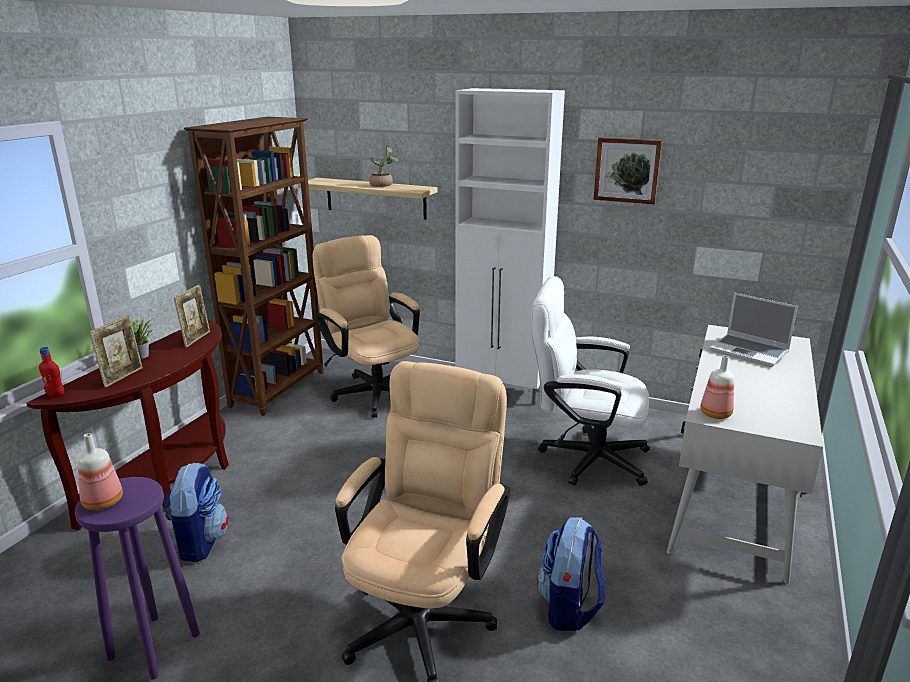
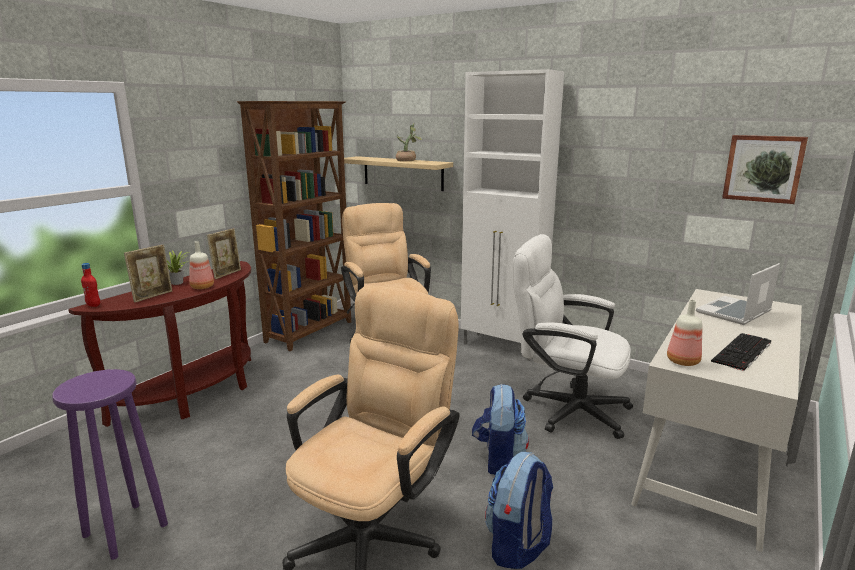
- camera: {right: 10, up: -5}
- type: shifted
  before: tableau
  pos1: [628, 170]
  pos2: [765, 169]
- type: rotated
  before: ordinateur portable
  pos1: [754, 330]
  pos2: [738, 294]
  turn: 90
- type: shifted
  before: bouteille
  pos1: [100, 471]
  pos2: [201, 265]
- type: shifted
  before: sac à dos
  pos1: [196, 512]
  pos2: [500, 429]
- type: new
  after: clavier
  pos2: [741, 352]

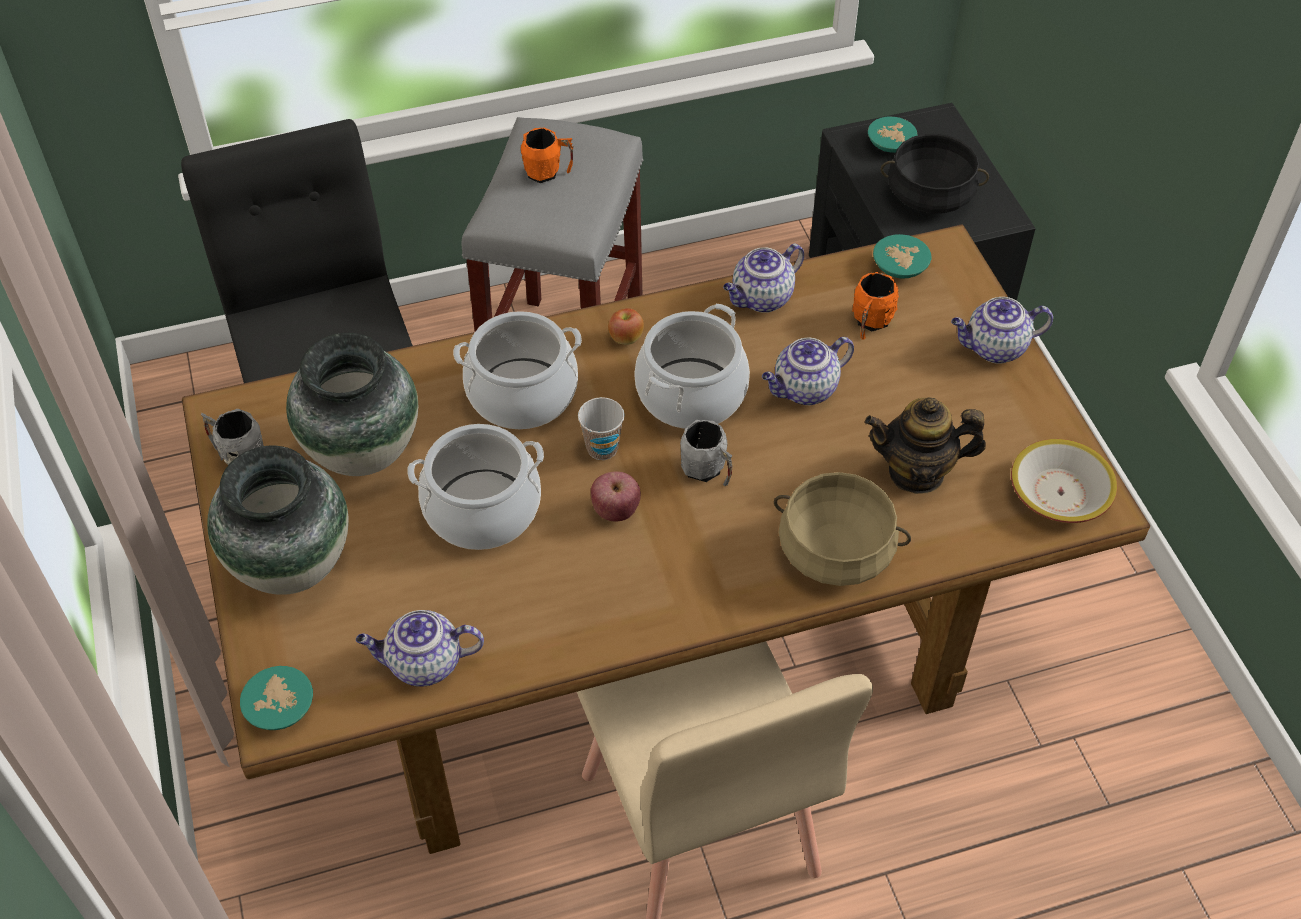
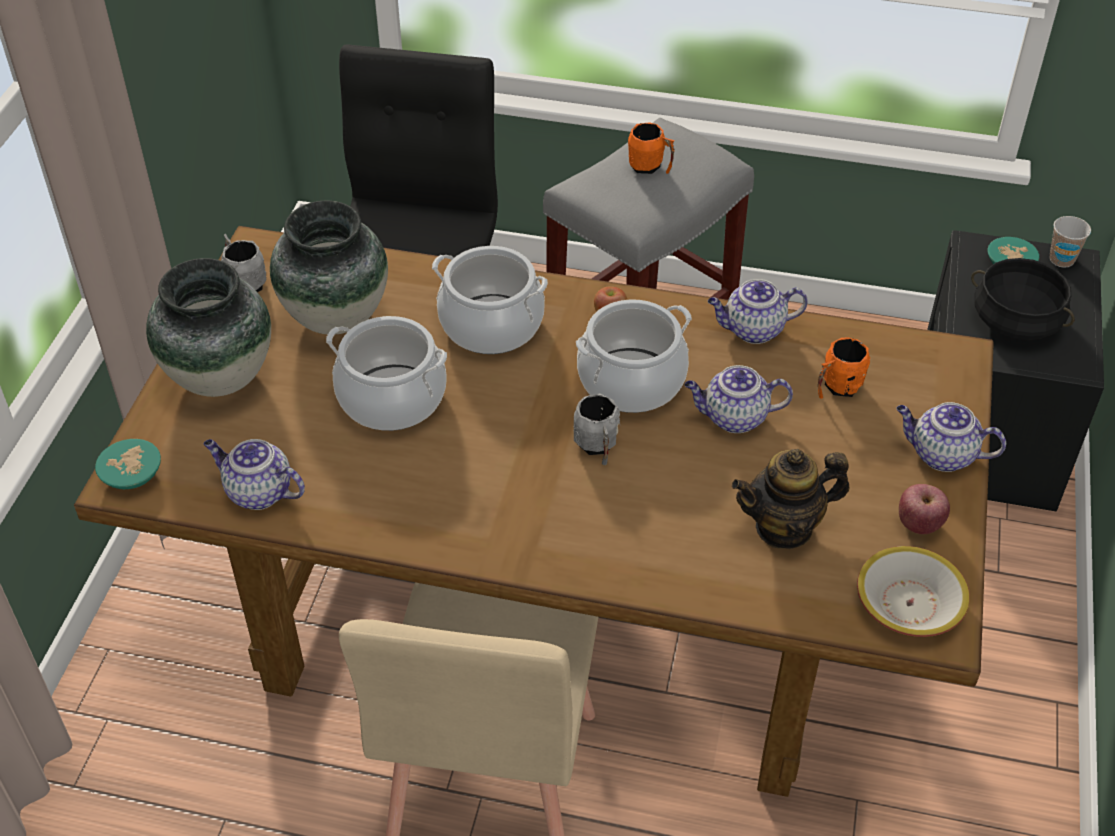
- camera: {right: 30, up: -5}
- type: gone
  before: bol [turquoise]
  pos1: [902, 256]
- type: shifted
  before: tasse
  pos1: [601, 428]
  pos2: [1070, 242]
- type: rotated
  before: théière
  pos1: [925, 445]
  pos2: [791, 499]
  turn: -45
- type: shifted
  before: pomme
  pos1: [616, 496]
  pos2: [924, 509]
- type: gone
  before: marmite [beige]
  pos1: [842, 529]

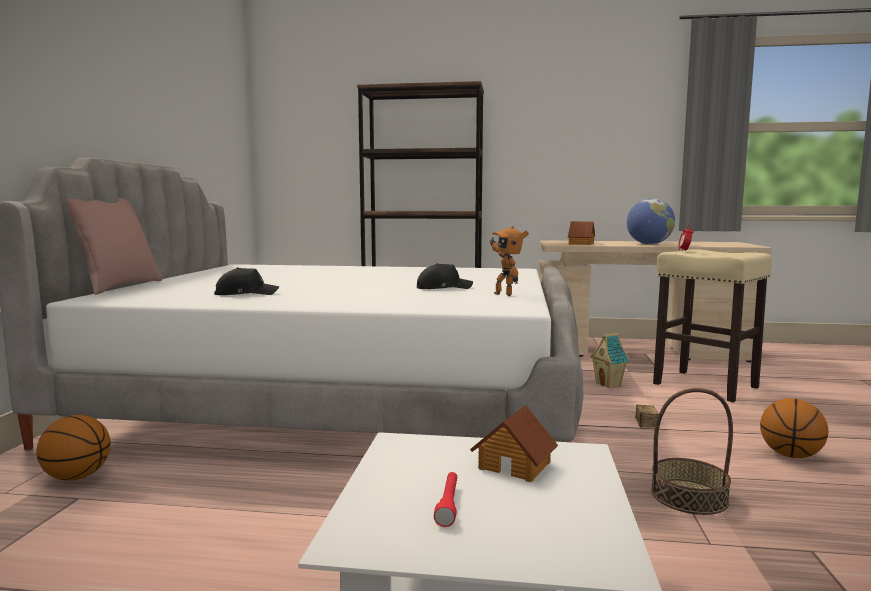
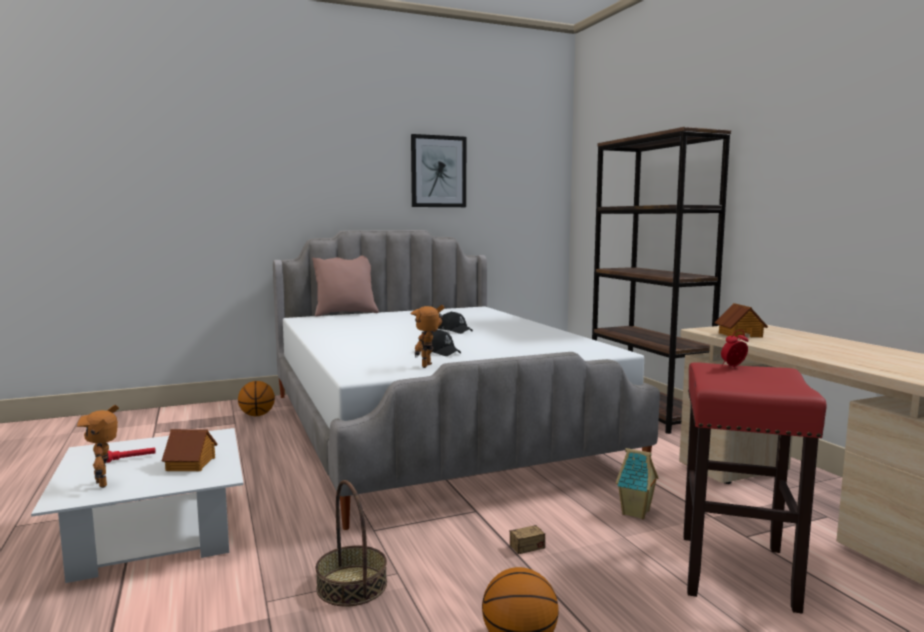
- camera: {right: 60, up: 0}
- type: gone
  before: globe
  pos1: [651, 221]
- type: repainted
  before: tabouret [beige]
  after: tabouret [rouge]
  pos1: [712, 325]
  pos2: [755, 488]
- type: shifted
  before: casquette [noir]
  pos1: [246, 281]
  pos2: [455, 322]
- type: new
  after: tableau
  pos2: [438, 170]
- type: new
  after: robot jouet
  pos2: [98, 446]

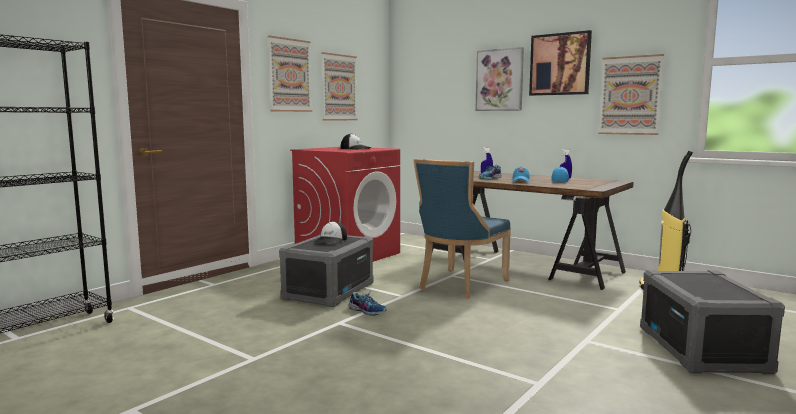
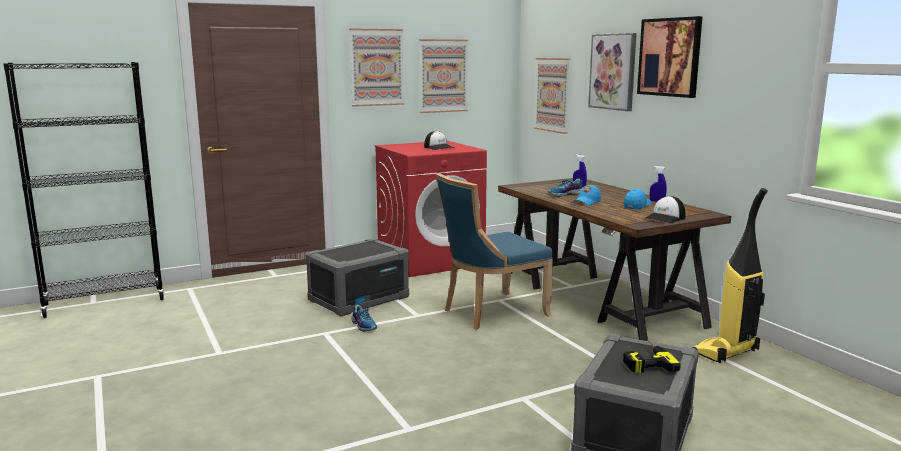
- camera: {right: 25, up: 5}
- type: shifted
  before: tableau
  pos1: [631, 94]
  pos2: [552, 96]
- type: shifted
  before: casquette
  pos1: [330, 232]
  pos2: [665, 209]
- type: new
  after: perceuse
  pos2: [652, 356]

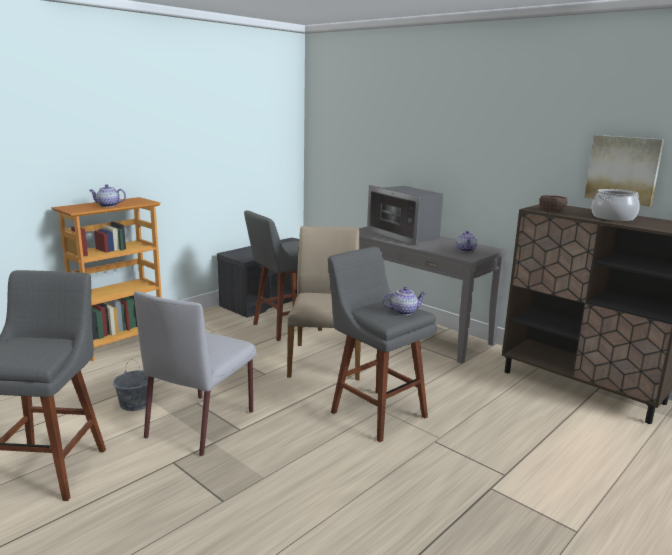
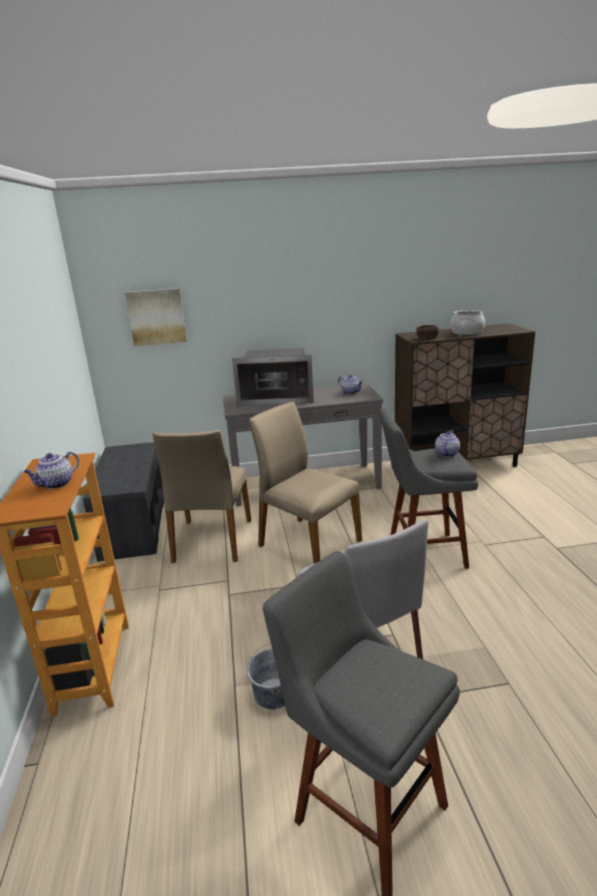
- camera: {right: -50, up: 5}
- type: shifted
  before: tableau
  pos1: [624, 170]
  pos2: [156, 317]
- type: swapped
  before: tabouret [gris]
  after: chaise [beige]
  pos1: [283, 276]
  pos2: [202, 496]

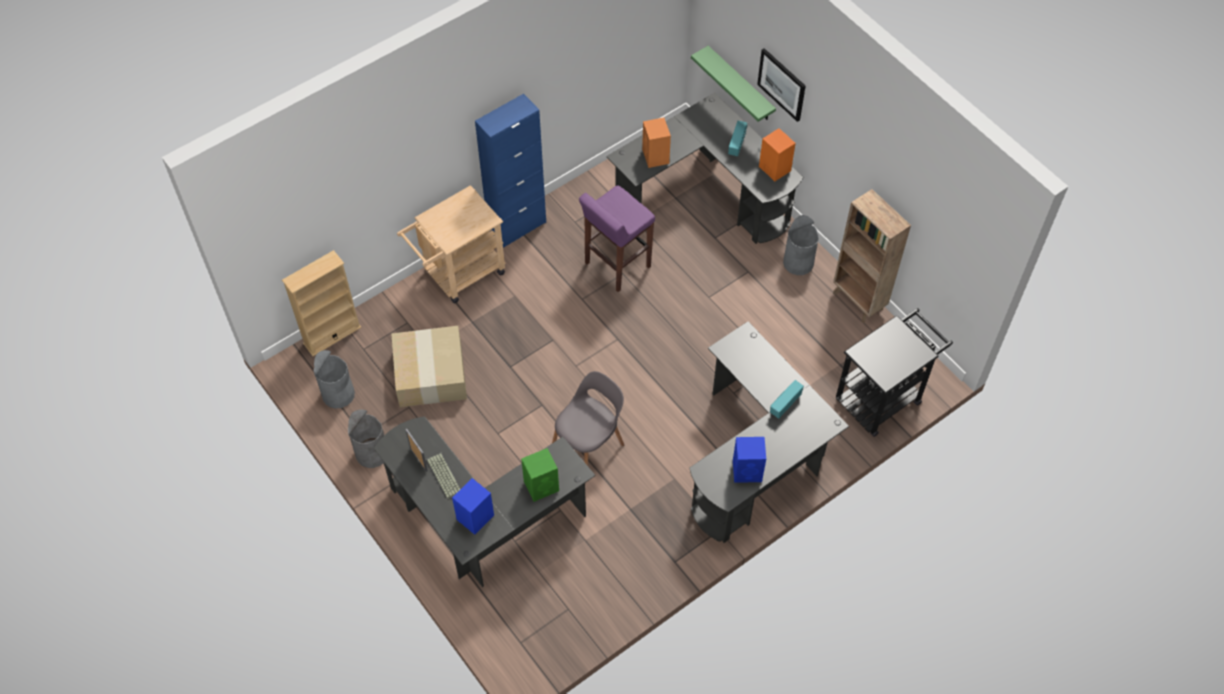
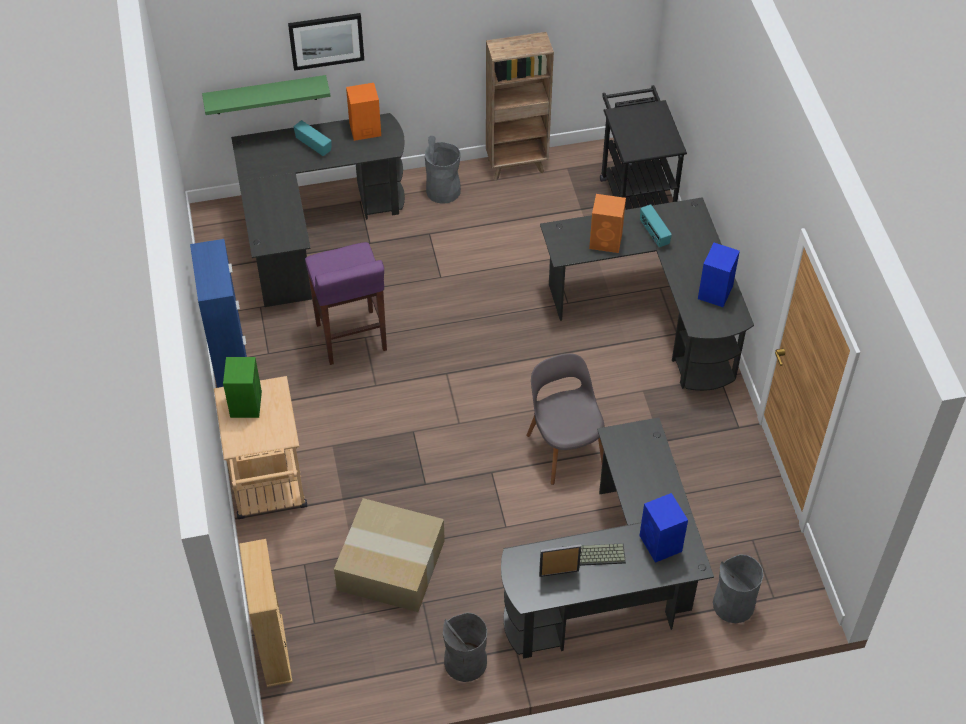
- camera: {right: -65, up: -5}
- type: shifted
  before: enceinte [orange]
  pos1: [656, 142]
  pos2: [607, 223]
- type: shifted
  before: poubelle [gris]
  pos1: [334, 379]
  pos2: [738, 588]
- type: shifted
  before: enceinte [vert]
  pos1: [540, 475]
  pos2: [242, 387]

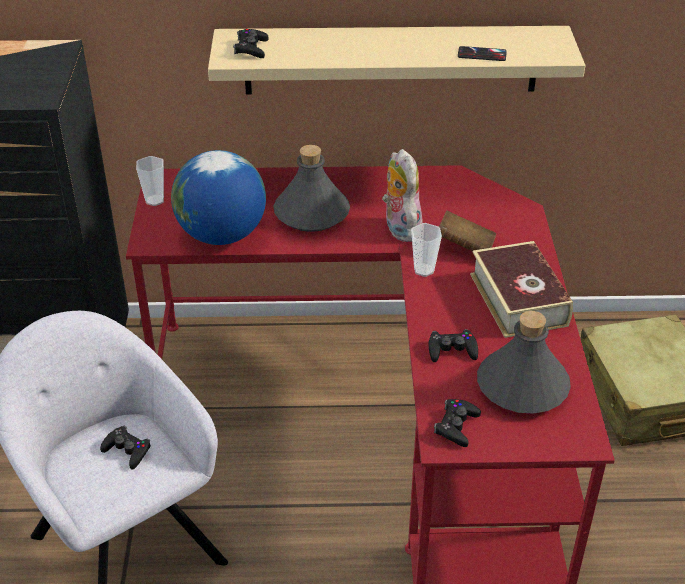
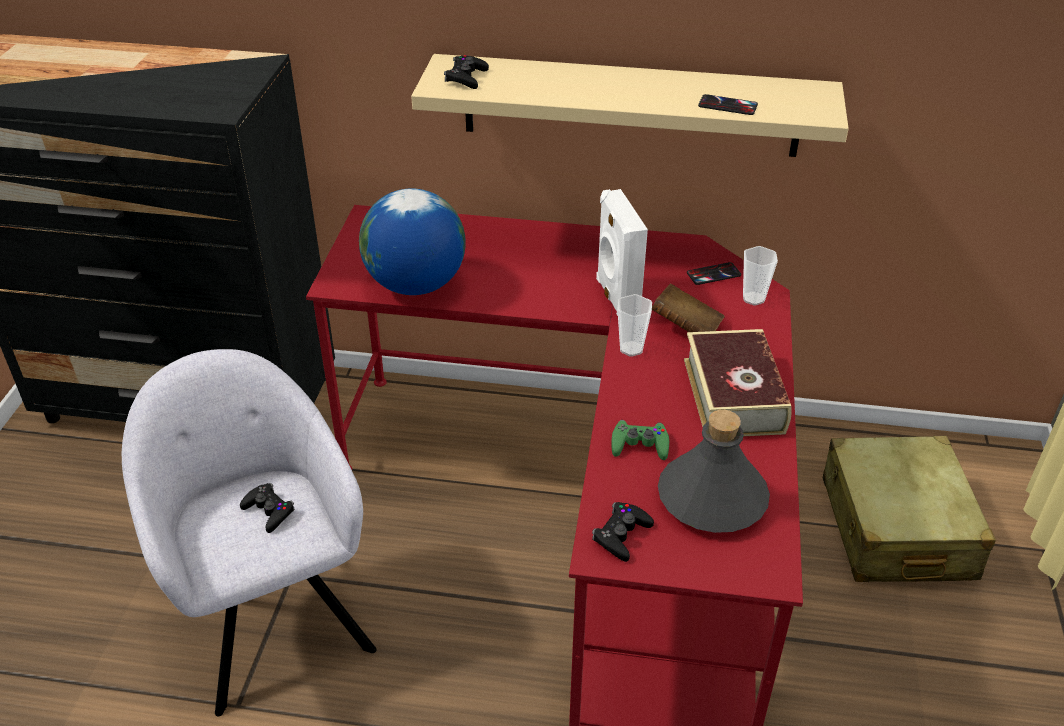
- camera: {right: 10, up: 0}
- type: gone
  before: bouteille [gris]
  pos1: [311, 188]
- type: swapped
  before: peluche
  after: enceinte [blanc]
  pos1: [402, 195]
  pos2: [622, 252]
- type: shifted
  before: tasse
  pos1: [150, 181]
  pos2: [760, 275]
- type: repainted
  before: manette [noir]
  after: manette [vert]
  pos1: [453, 345]
  pos2: [640, 440]
- type: new
  after: téléphone
  pos2: [714, 273]

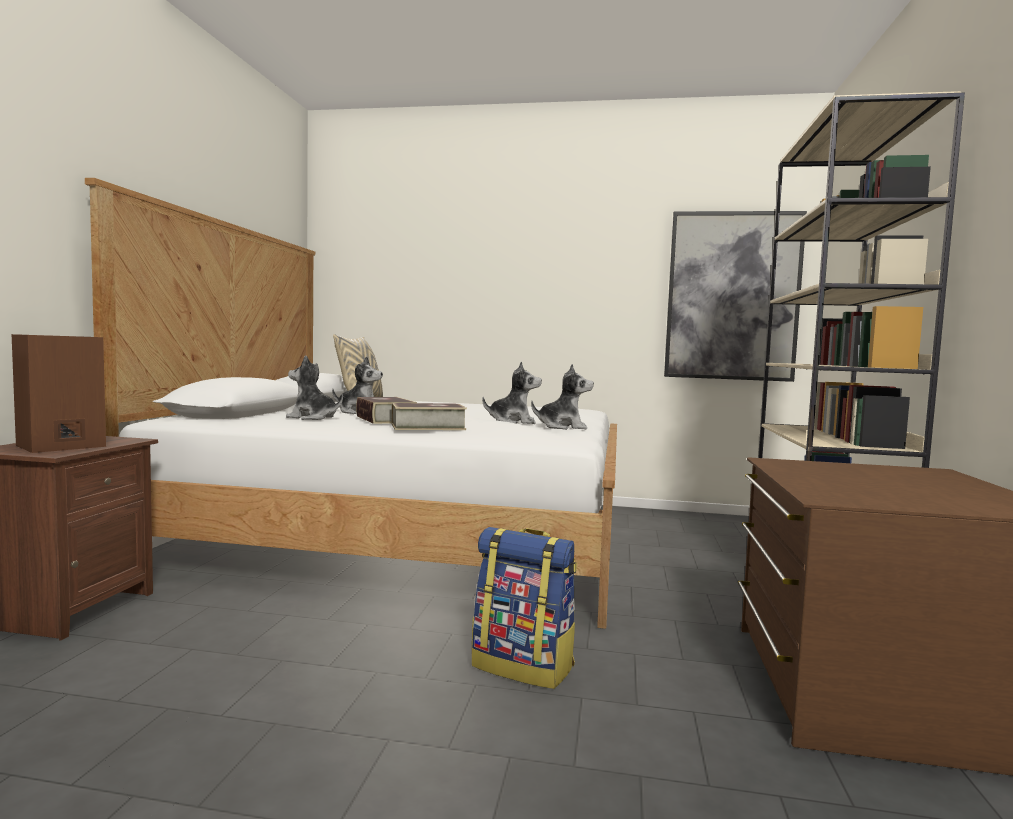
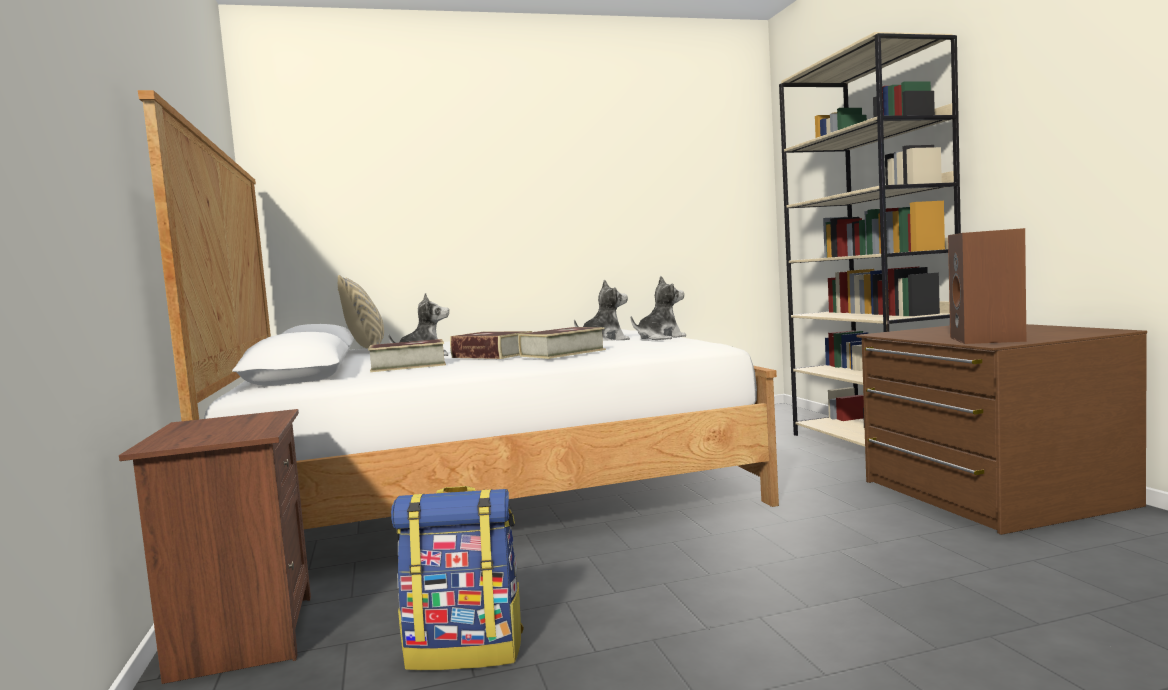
- camera: {right: -25, up: 0}
- type: gone
  before: tableau
  pos1: [735, 296]
- type: shifted
  before: enceinte [marron]
  pos1: [59, 393]
  pos2: [987, 286]
- type: swapped
  before: peluche
  after: livre
  pos1: [314, 387]
  pos2: [407, 355]
- type: shifted
  before: sac à dos
  pos1: [524, 608]
  pos2: [457, 578]

